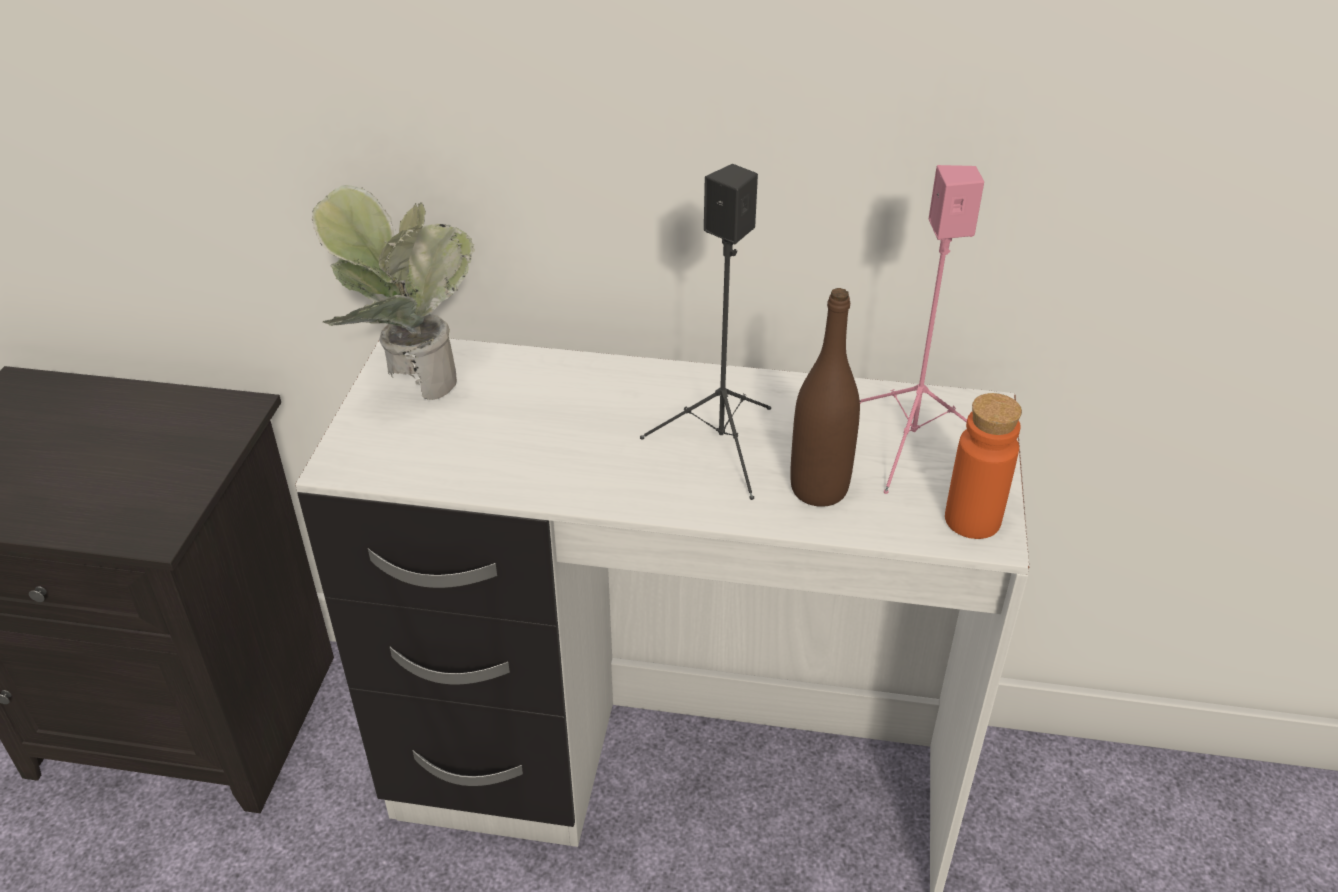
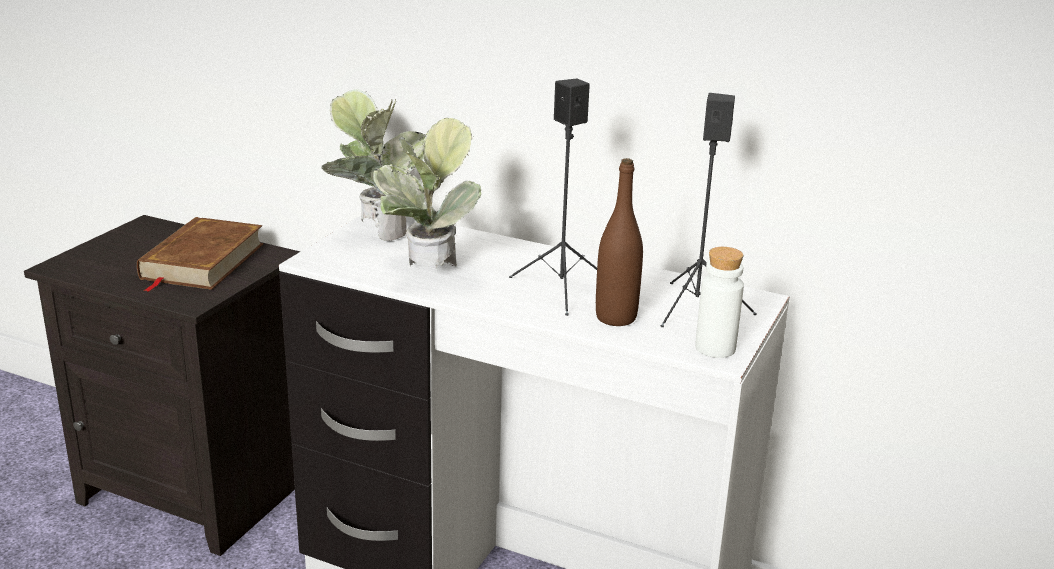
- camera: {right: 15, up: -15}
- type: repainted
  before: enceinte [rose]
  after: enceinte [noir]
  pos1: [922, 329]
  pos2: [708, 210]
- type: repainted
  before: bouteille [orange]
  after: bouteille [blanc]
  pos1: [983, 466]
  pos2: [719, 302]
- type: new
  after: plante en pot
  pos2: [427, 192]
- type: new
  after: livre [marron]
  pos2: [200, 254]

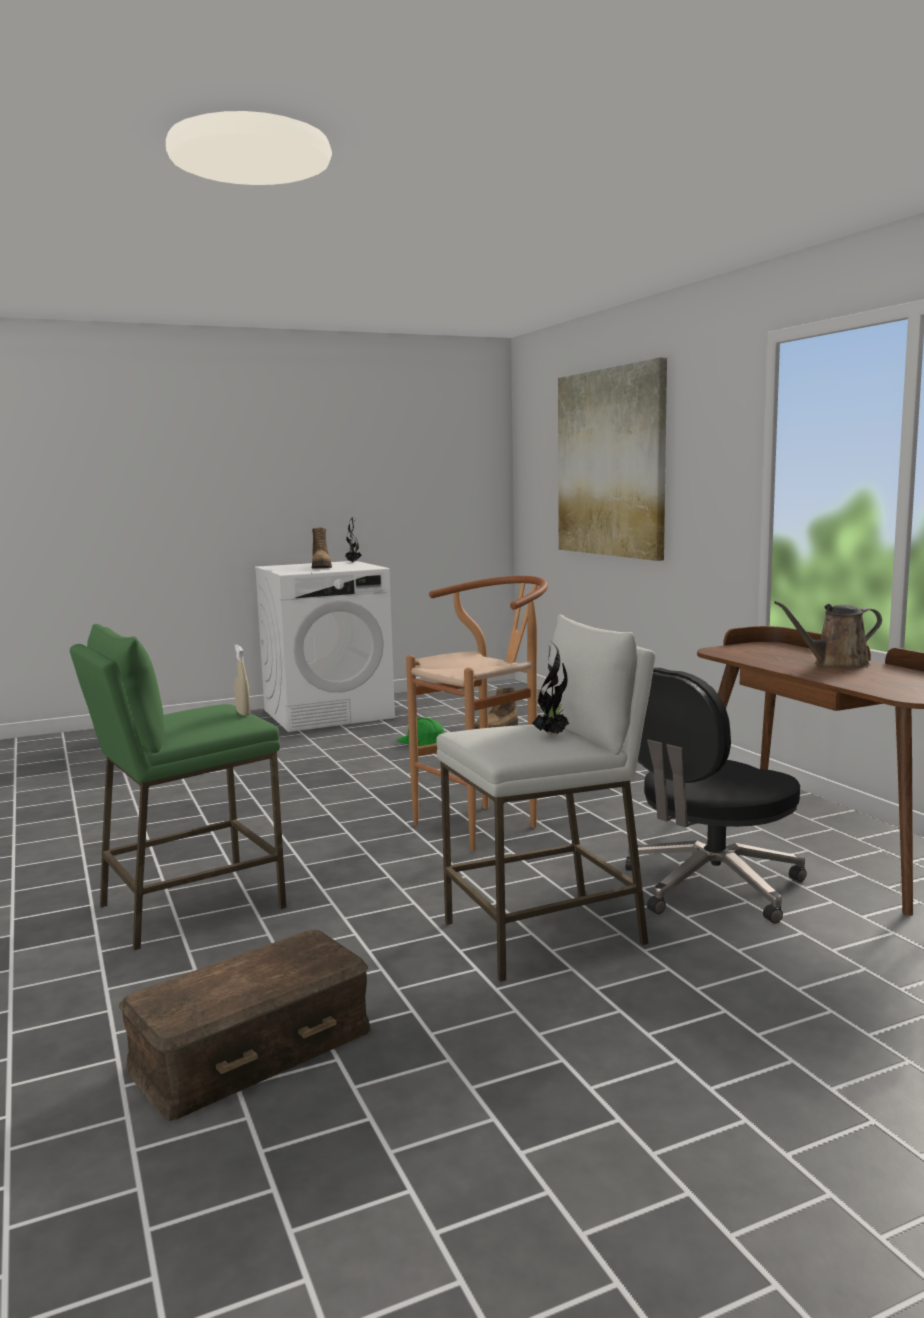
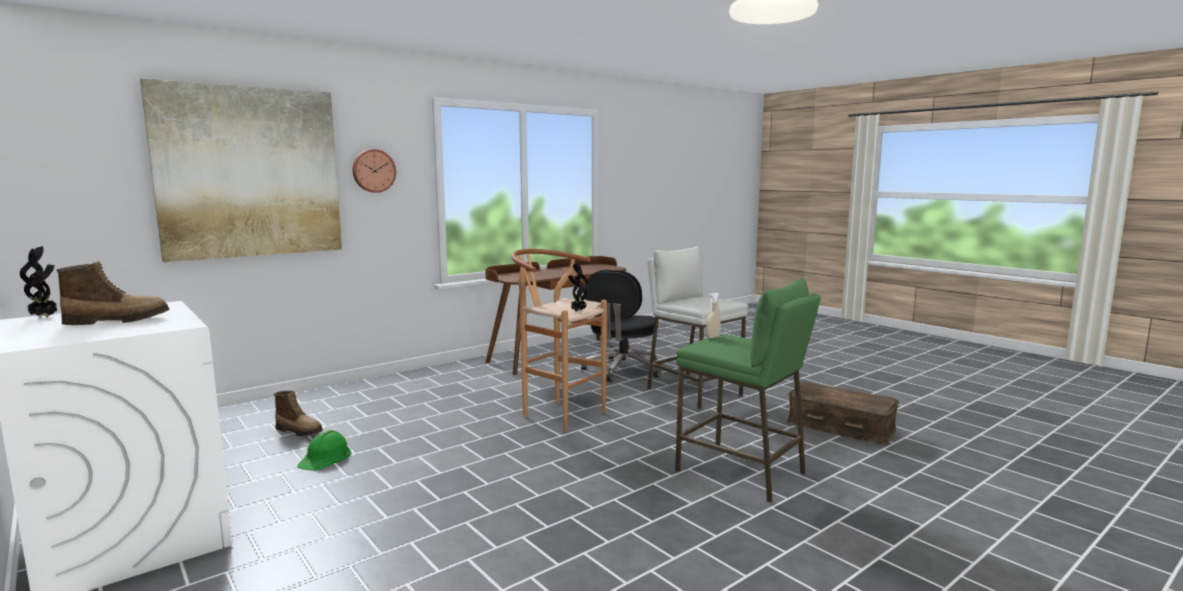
- camera: {right: -105, up: 0}
- type: gone
  before: arrosoir [marron]
  pos1: [828, 634]
- type: shifted
  before: plante en pot
  pos1: [550, 688]
  pos2: [578, 287]
- type: rotated
  before: chaise de bureau [noir]
  pos1: [716, 795]
  pos2: [621, 325]
  turn: 75
- type: new
  after: horloge murale
  pos2: [374, 171]

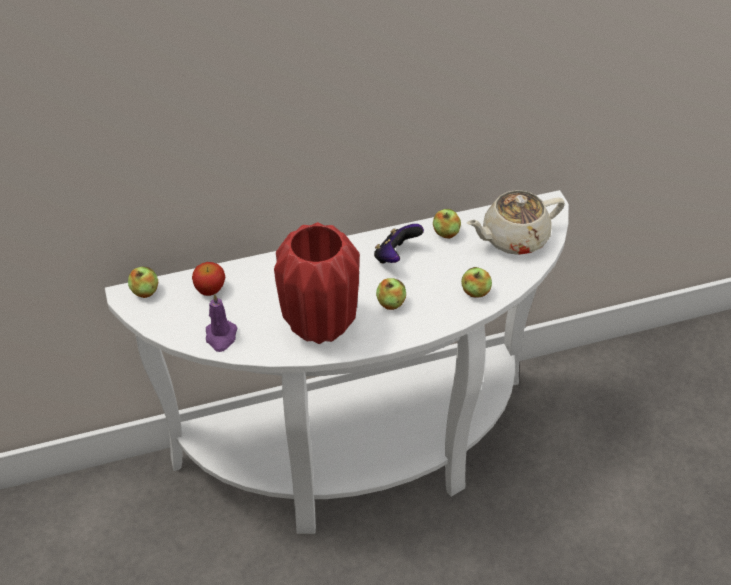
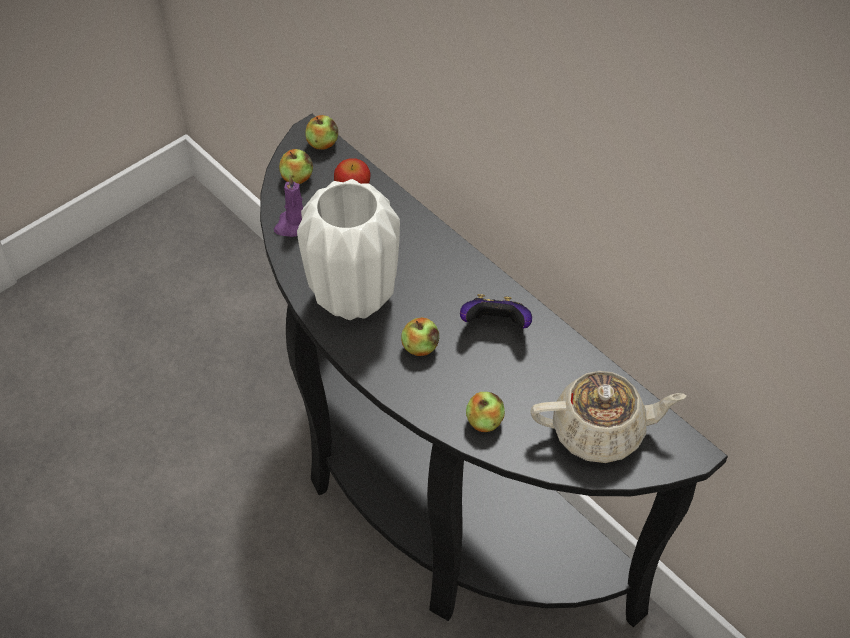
- camera: {right: 65, up: 5}
- type: repainted
  before: table console [blanc]
  after: table console [noir]
  pos1: [337, 362]
  pos2: [494, 370]
- type: rotated
  before: théière [beige]
  pos1: [515, 222]
  pos2: [608, 417]
  turn: 135
- type: shifted
  before: pomme
  pos1: [447, 224]
  pos2: [296, 166]
- type: repainted
  before: vase [rouge]
  after: vase [blanc]
  pos1: [317, 283]
  pos2: [348, 249]

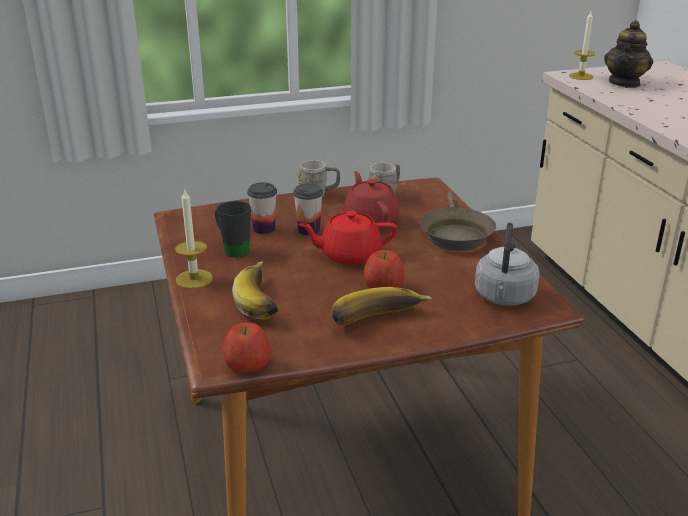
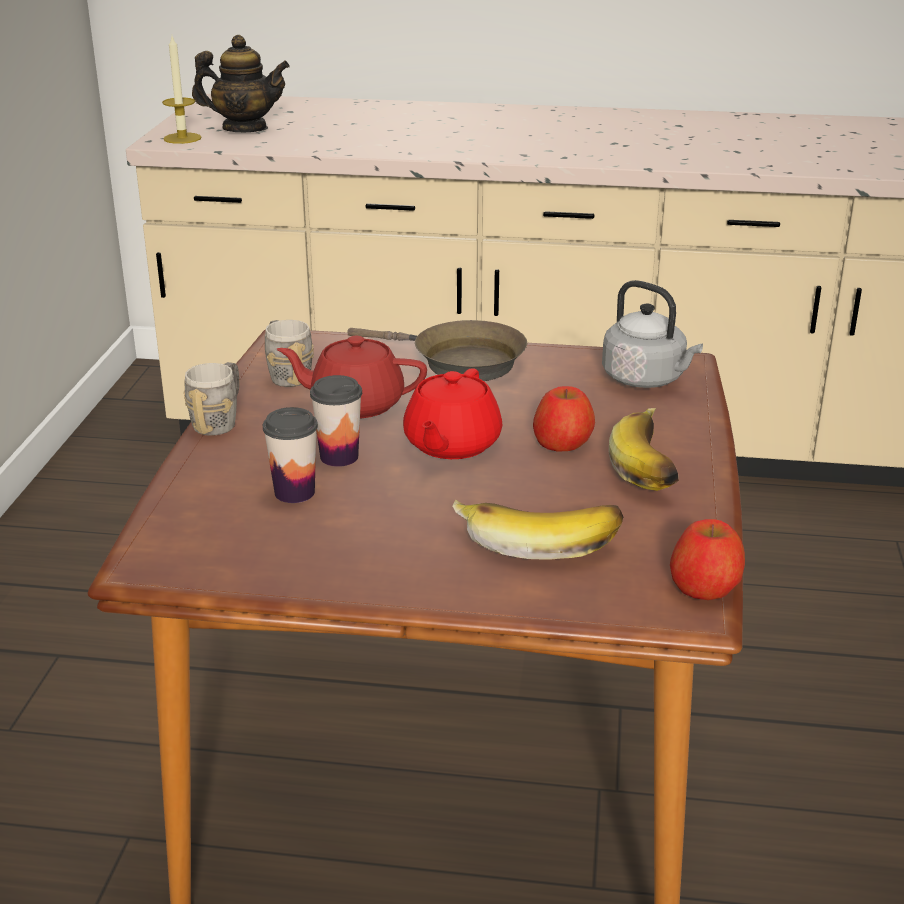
- camera: {right: -65, up: 0}
- type: rotated
  before: théière
  pos1: [628, 54]
  pos2: [241, 83]
  turn: -45
- type: gone
  before: bougie
  pos1: [194, 238]
- type: gone
  before: mug [noir]
  pos1: [233, 229]

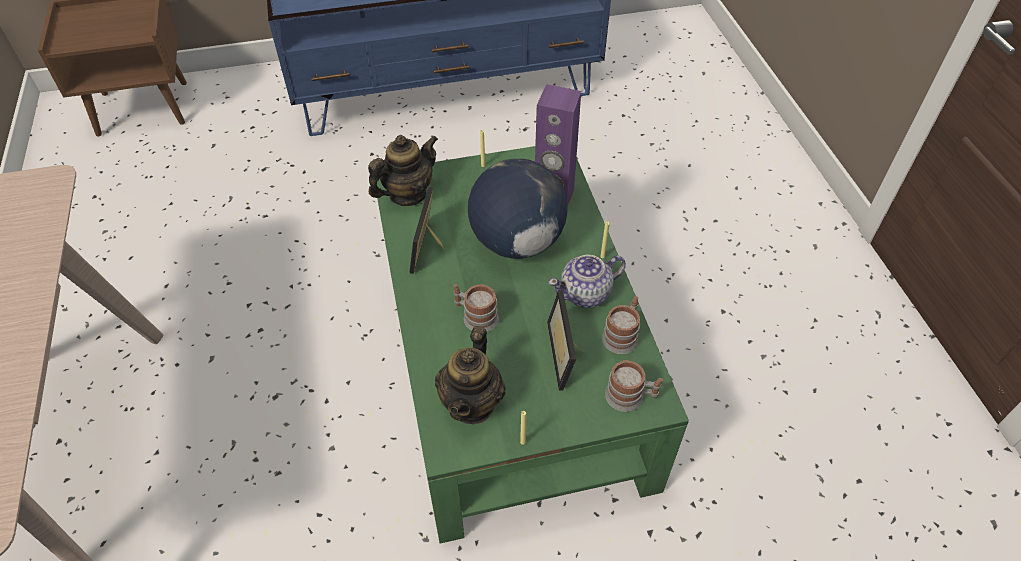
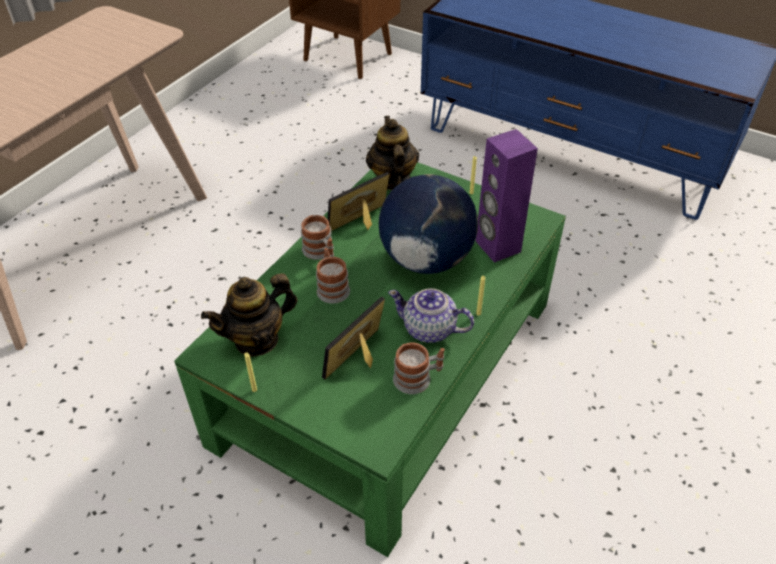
- camera: {right: 45, up: -5}
- type: rotated
  before: théière
  pos1: [403, 170]
  pos2: [392, 153]
  turn: -105
- type: shifted
  before: mug
  pos1: [634, 386]
  pos2: [317, 237]

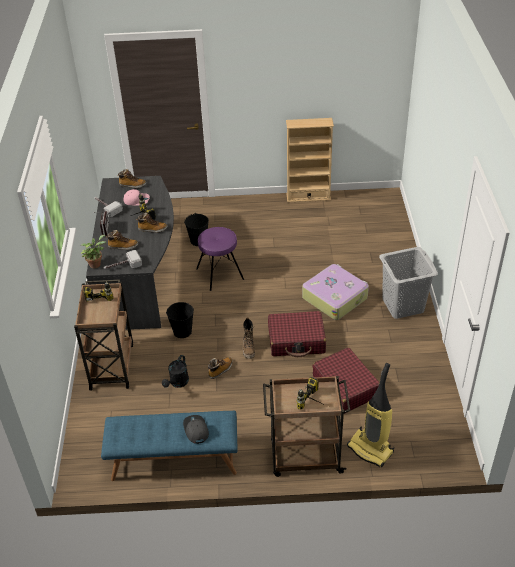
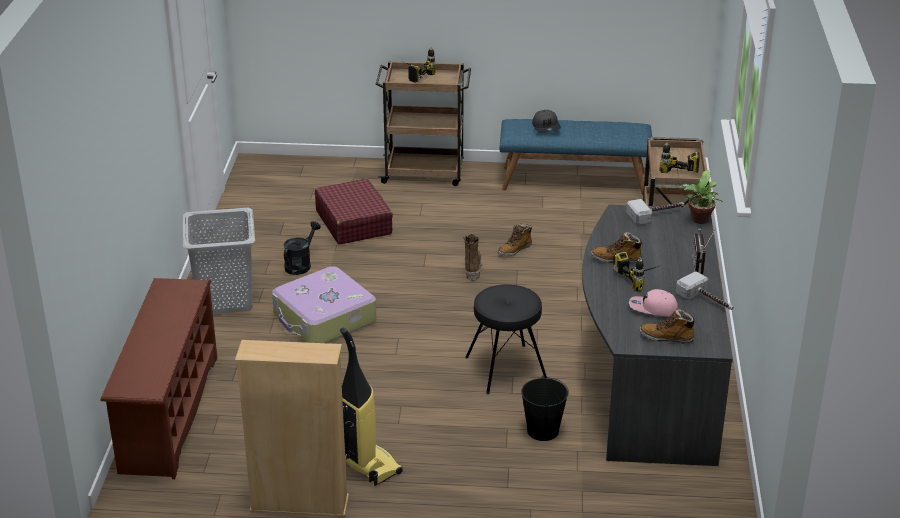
- camera: {right: -175, up: -10}
- type: repainted
  before: tabouret [violet]
  after: tabouret [noir]
  pos1: [220, 259]
  pos2: [506, 339]
- type: gone
  before: botte
  pos1: [122, 240]
- type: gone
  before: seau [noir]
  pos1: [180, 320]
- type: gone
  before: valise [rouge]
  pos1: [297, 334]
- type: shifted
  before: arrosoir [noir]
  pos1: [175, 371]
  pos2: [302, 248]
- type: shifted
  before: aspirateur
  pos1: [370, 415]
  pos2: [371, 406]
- type: new
  after: étagère à chaussures [marron]
  pos2: [159, 378]

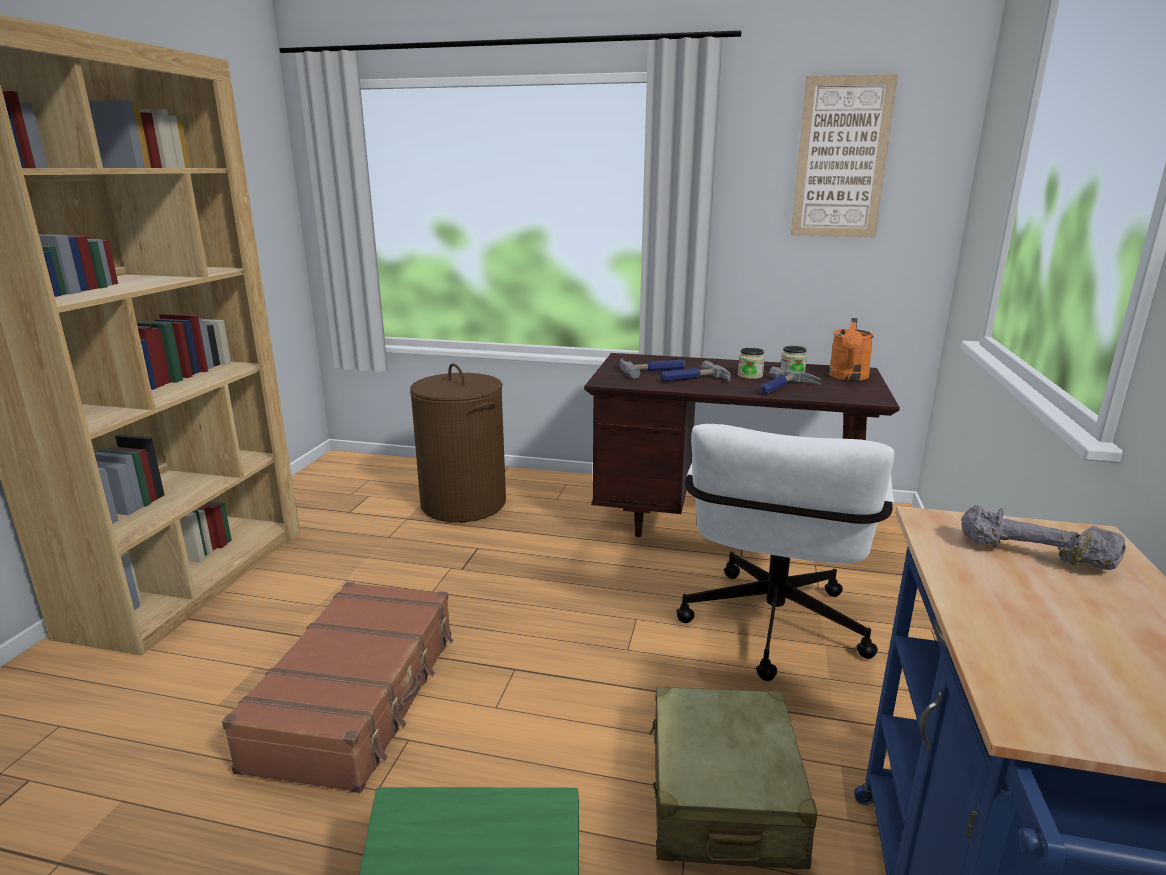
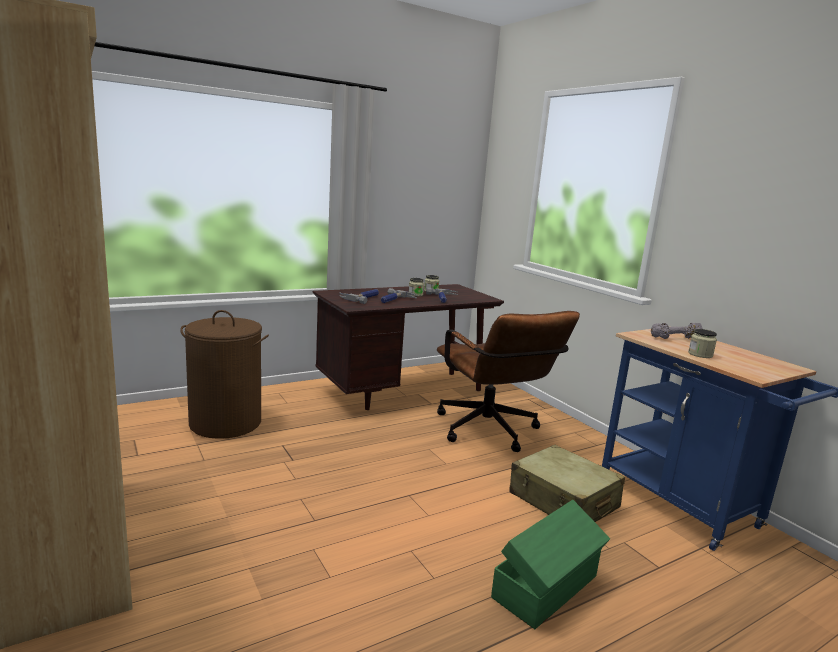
- camera: {right: -45, up: -5}
- type: gone
  before: tableau
  pos1: [844, 155]
- type: gone
  before: arrosoir [orange]
  pos1: [851, 349]
- type: repainted
  before: chaise de bureau [blanc]
  after: chaise de bureau [marron]
  pos1: [785, 552]
  pos2: [508, 381]
- type: gone
  before: valise [marron]
  pos1: [337, 687]
- type: new
  after: bocal
  pos2: [702, 343]

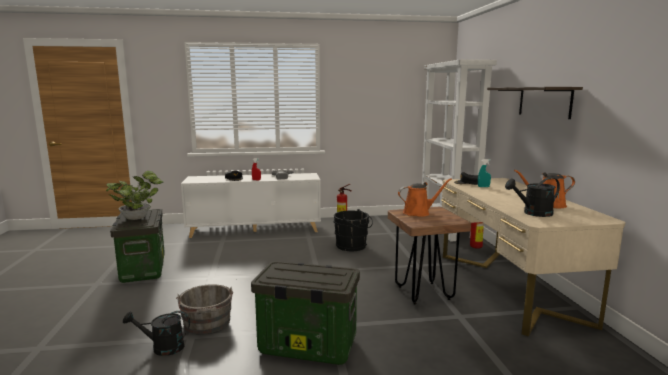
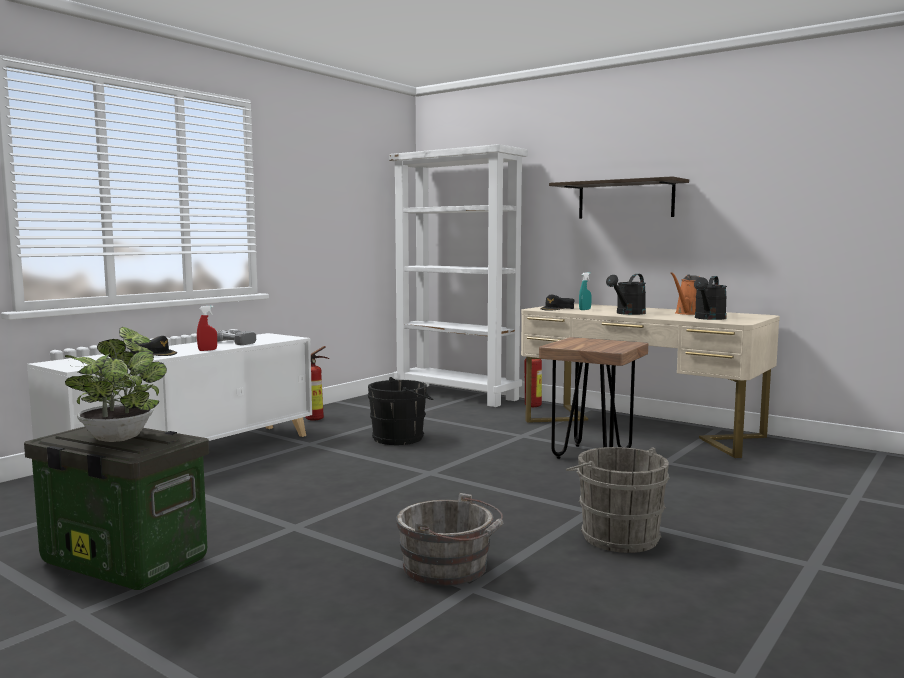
- camera: {right: -45, up: -5}
- type: gone
  before: arrosoir [orange]
  pos1: [425, 197]
- type: swapped
  before: boîte de rangement
  after: seau [gris]
  pos1: [305, 313]
  pos2: [618, 500]
- type: shifted
  before: arrosoir [noir]
  pos1: [156, 333]
  pos2: [626, 294]

